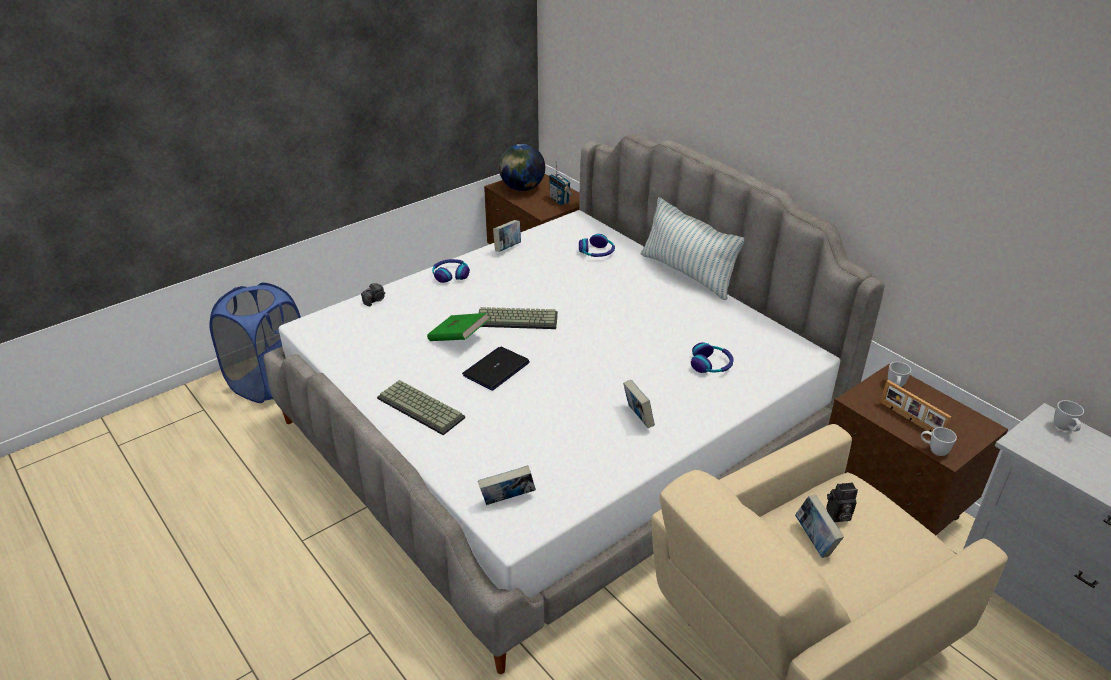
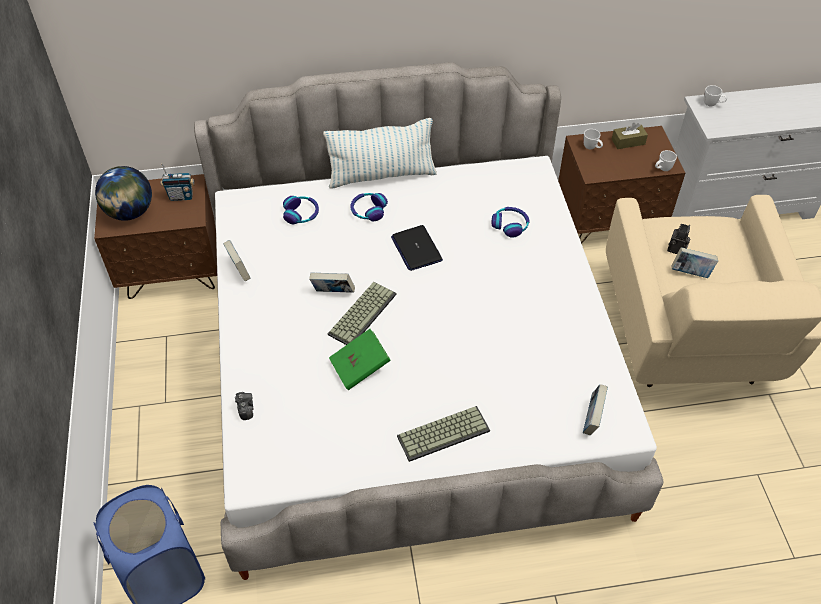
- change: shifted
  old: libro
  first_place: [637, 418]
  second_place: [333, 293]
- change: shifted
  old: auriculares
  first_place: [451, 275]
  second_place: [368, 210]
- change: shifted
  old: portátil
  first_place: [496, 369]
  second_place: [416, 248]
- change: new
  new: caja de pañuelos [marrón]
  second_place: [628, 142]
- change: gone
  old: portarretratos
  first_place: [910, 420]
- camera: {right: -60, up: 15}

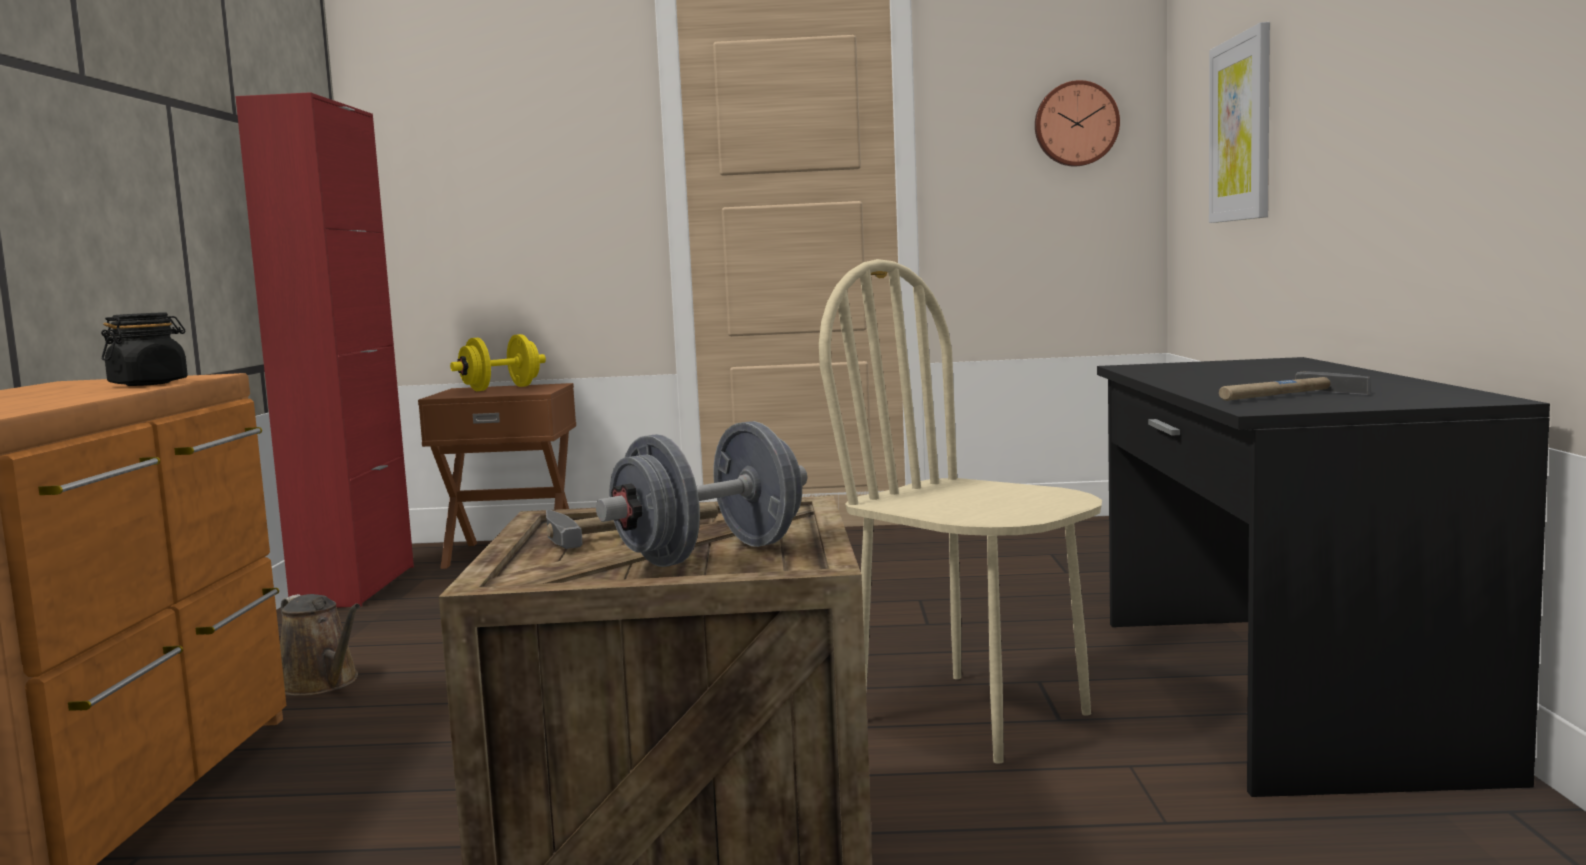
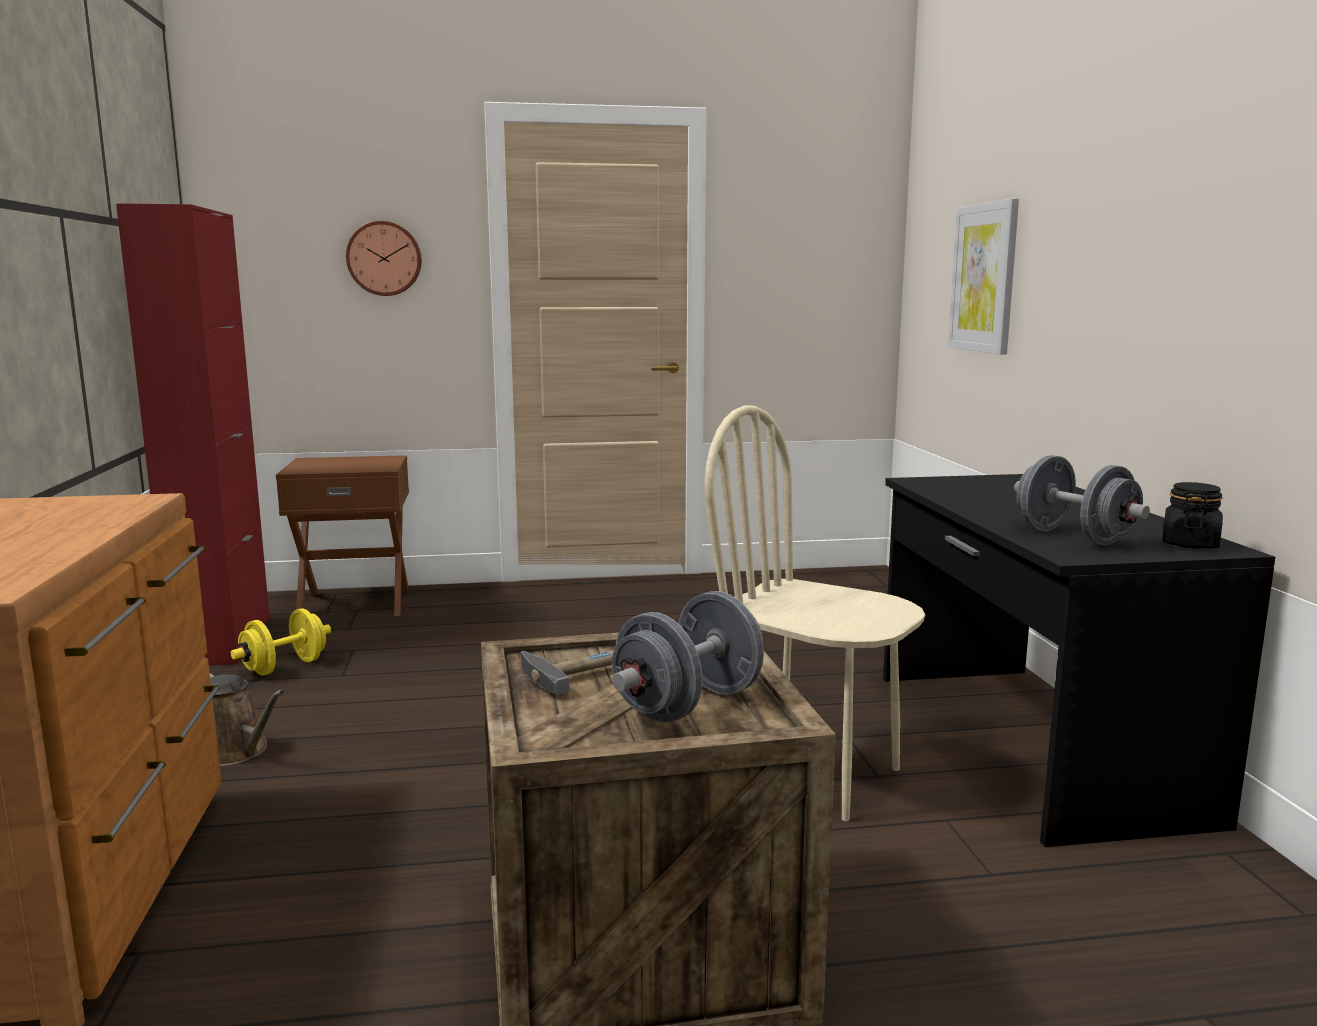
- change: shifted
  old: mancuerna [amarillo]
  first_place: [501, 388]
  second_place: [284, 667]
- change: shifted
  old: reloj de pared
  first_place: [1075, 124]
  second_place: [384, 258]
- change: swapped
  old: martillo
  new: mancuerna [gris]
  first_place: [1286, 396]
  second_place: [1074, 536]
- change: shifted
  old: tarro [negro]
  first_place: [149, 384]
  second_place: [1189, 544]
- camera: {right: -10, up: 5}

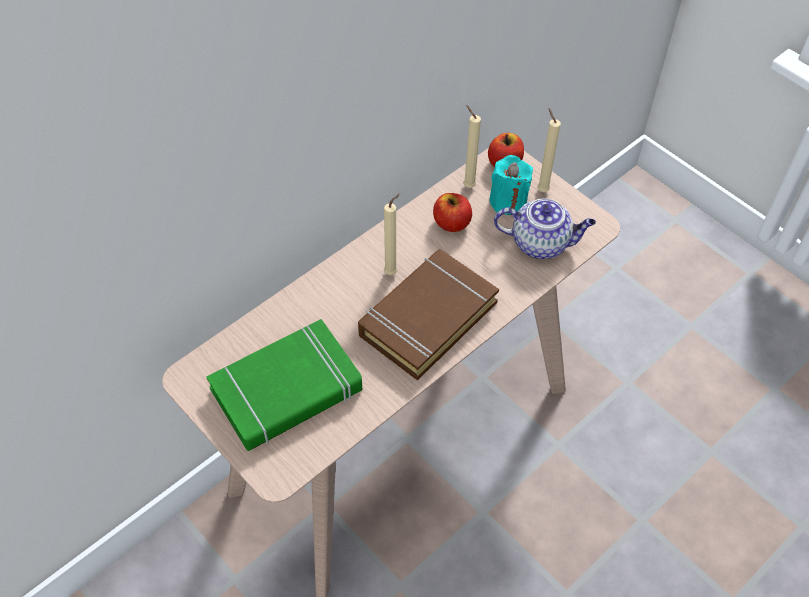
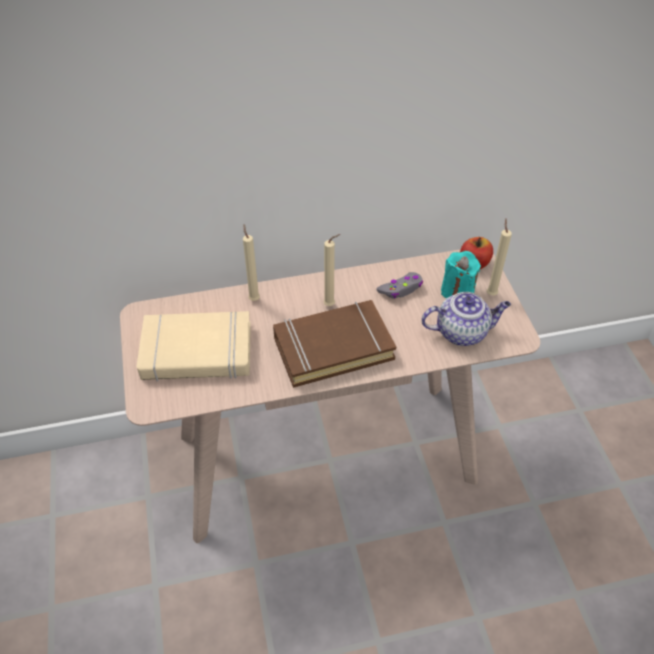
- change: repainted
  old: libro [verde]
  new: libro [beis]
  first_place: [287, 390]
  second_place: [197, 352]
- change: shifted
  old: vela [beis]
  first_place: [467, 185]
  second_place: [254, 298]
- change: swapped
  old: manzana
  new: mando de consola [gris]
  first_place: [452, 223]
  second_place: [401, 289]
- change: rotated
  old: tetera
  first_place: [541, 243]
  second_place: [462, 332]
  degrees: -45
- camera: {right: 30, up: -5}

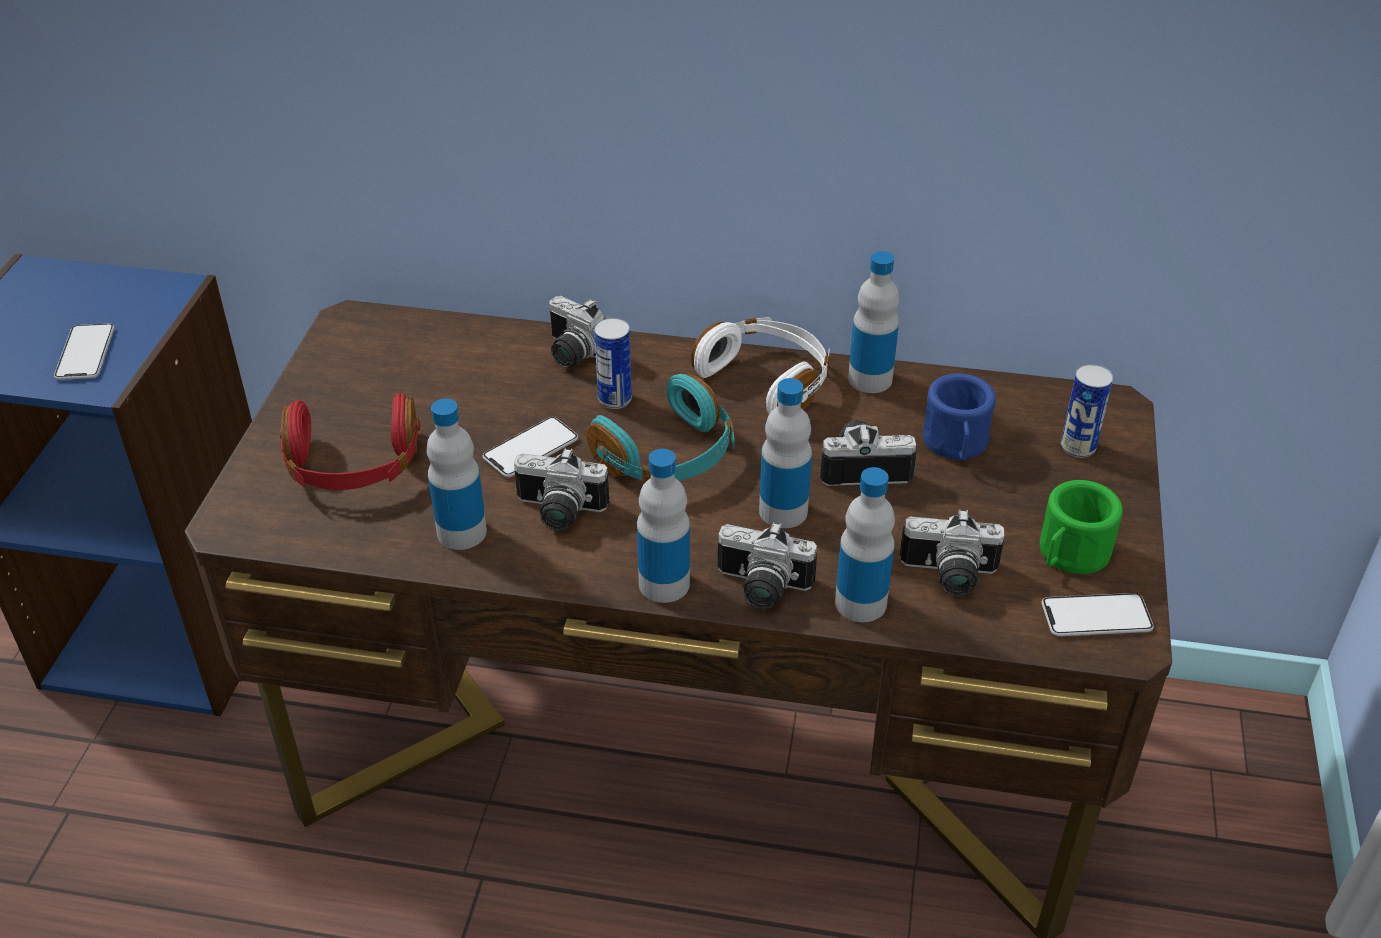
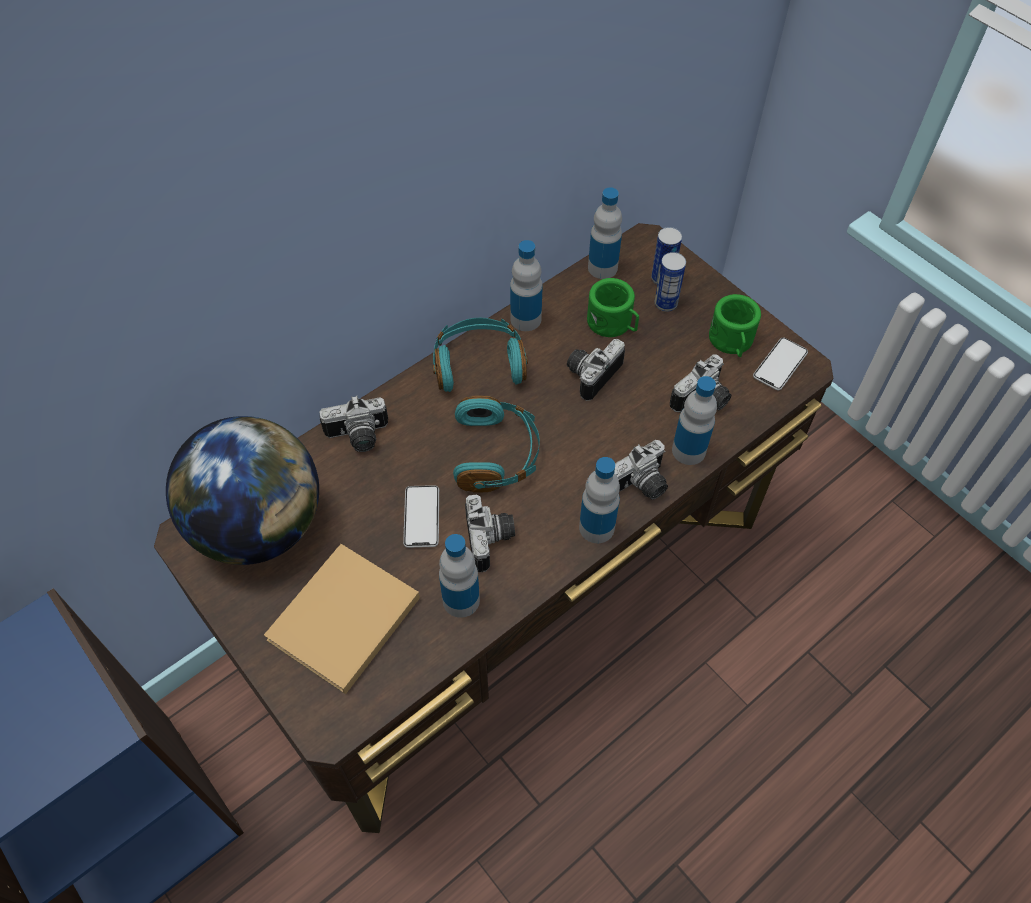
- change: new
  new: globo terráqueo
  second_place: [260, 526]
- change: swapped
  old: auriculares [rojo]
  new: libro [beis]
  first_place: [353, 466]
  second_place: [341, 622]
- change: repainted
  old: auriculares [blanco]
  new: auriculares [turquesa]
  first_place: [767, 380]
  second_place: [479, 363]
- change: rotated
  old: cámara
  first_place: [558, 513]
  second_place: [491, 540]
  degrees: -60
- change: repainted
  old: taza grande [azul]
  new: taza grande [verde]
  first_place: [956, 445]
  second_place: [613, 324]
- change: shifted
  old: botella
  first_place: [783, 511]
  second_place: [602, 267]
- change: shifted
  old: lata
  first_place: [615, 399]
  second_place: [665, 303]
- change: gone
  old: móvil
  first_place: [85, 353]
- camera: {right: -50, up: 15}

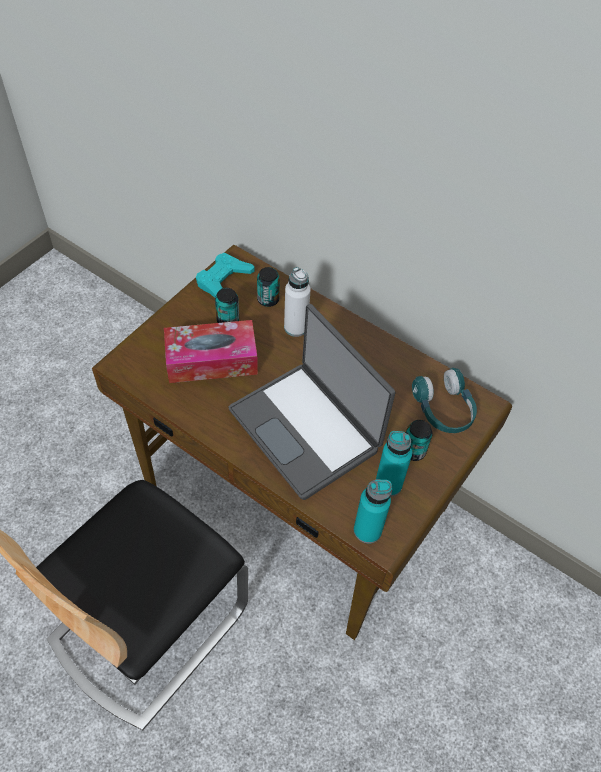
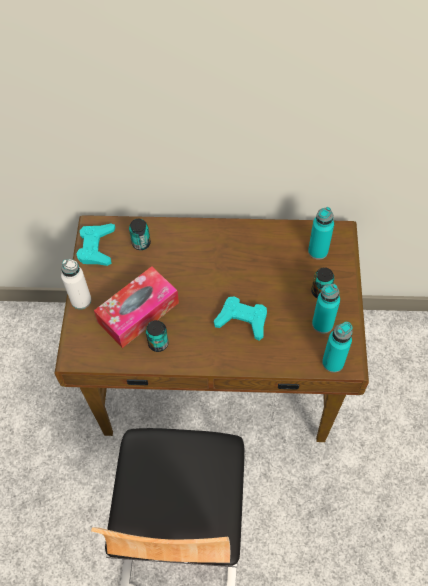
- change: shifted
  old: botella [blanco]
  first_place: [295, 327]
  second_place: [81, 300]
- change: shifted
  old: lata
  first_place: [228, 320]
  second_place: [158, 343]
- change: swapped
  old: portátil
  new: mando de consola [turquesa]
  first_place: [306, 428]
  second_place: [242, 320]
- change: swapped
  old: auriculares [turquesa]
  new: botella [turquesa]
  first_place: [443, 409]
  second_place: [318, 251]
- camera: {right: -30, up: 5}

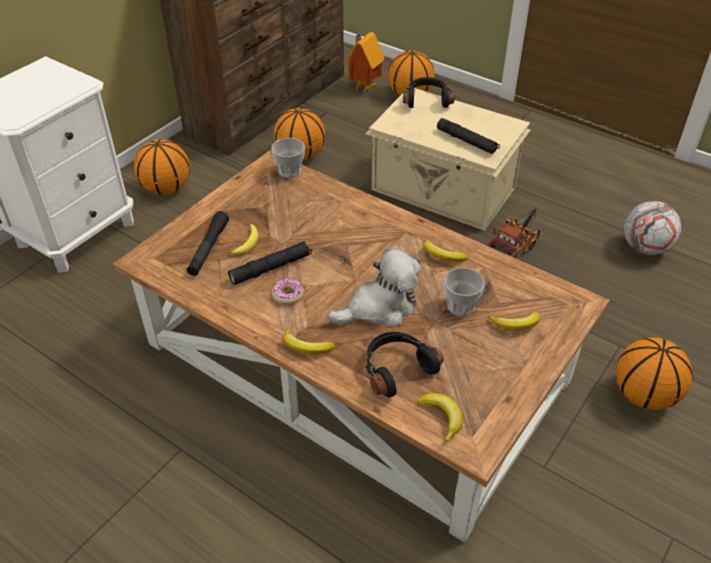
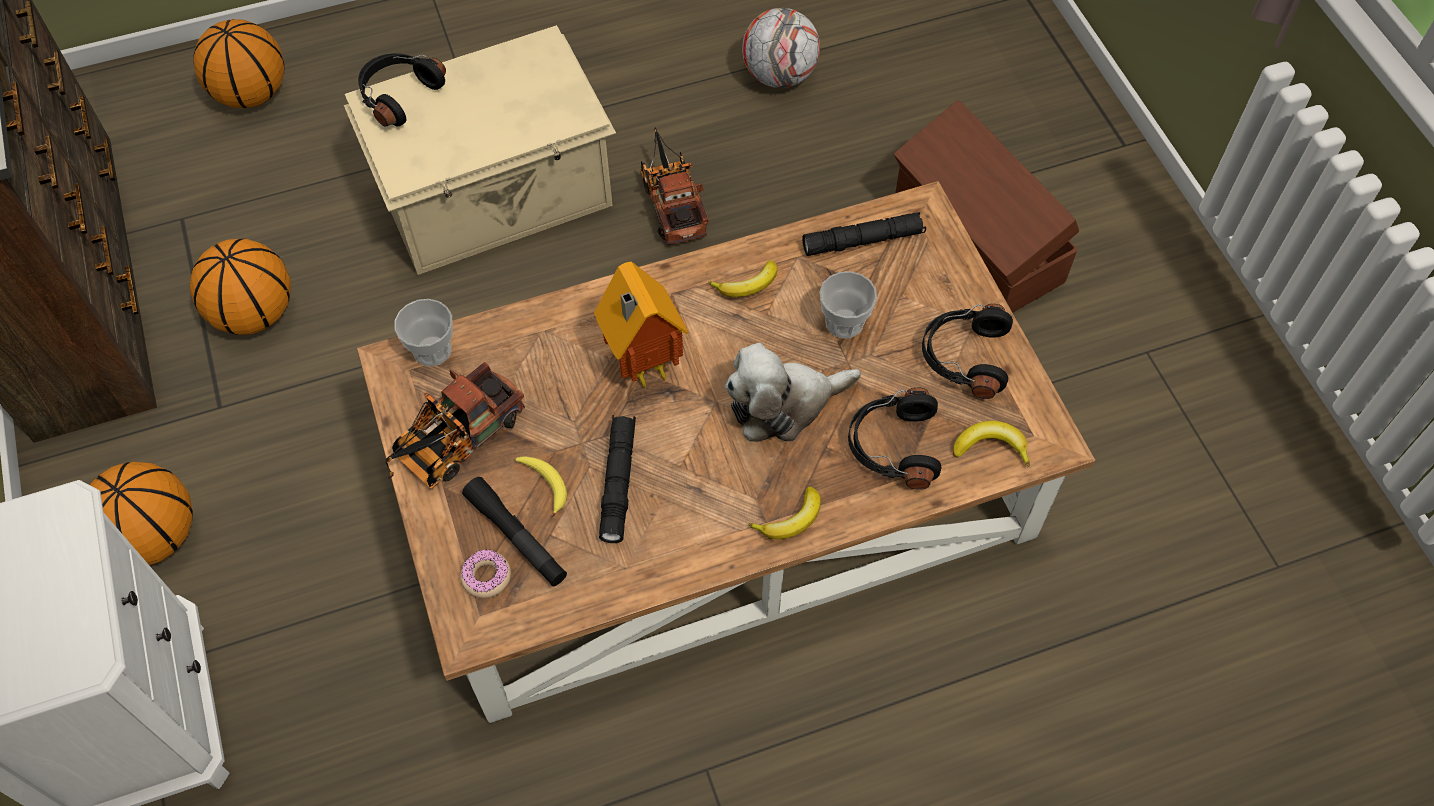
- change: new
  new: camión de juguete
  second_place: [455, 443]
- change: shifted
  old: rosquilla
  first_place: [288, 295]
  second_place: [486, 577]
- change: shifted
  old: casita
  first_place: [363, 87]
  second_place: [641, 367]
- change: rotated
  old: peluche
  first_place: [379, 308]
  second_place: [784, 405]
  degrees: -120
- change: shifted
  old: linterna [negro]
  first_place: [467, 141]
  second_place: [863, 240]
- change: swapped
  old: balón de baloncesto
  new: caja de almacenaje [marrón]
  first_place: [644, 396]
  second_place: [976, 243]
- change: new
  new: auriculares [negro]
  second_place: [963, 357]
- change: gone
  old: plátano
  first_place: [516, 325]
- camera: {right: -55, up: 15}

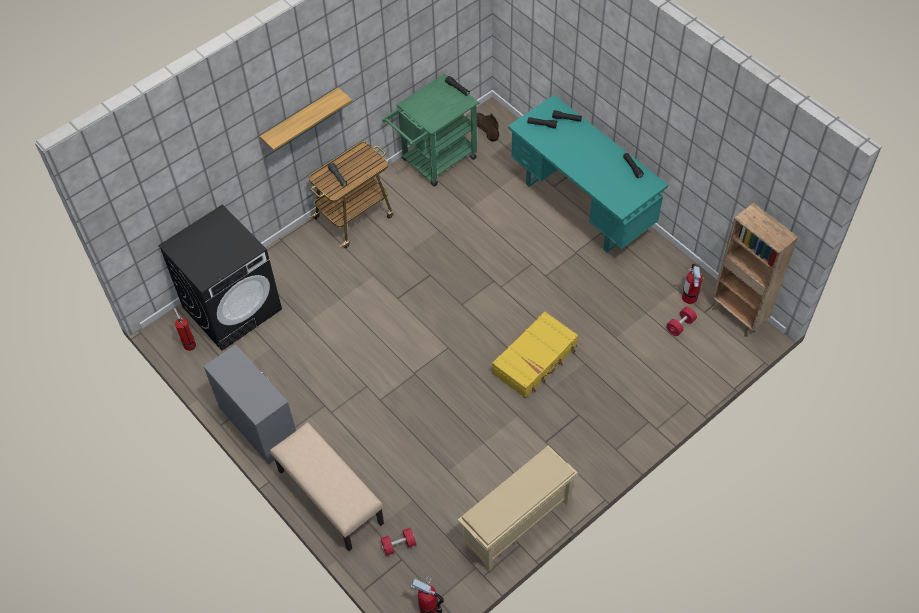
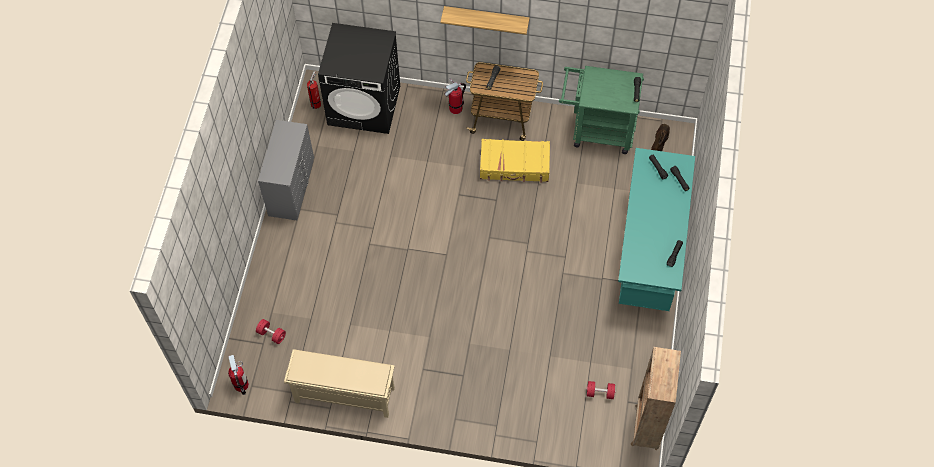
- change: shifted
  old: extintor
  first_place: [689, 297]
  second_place: [455, 108]
- change: shifted
  old: maleta [amarillo]
  first_place: [535, 360]
  second_place: [515, 165]
- change: gone
  old: banco [beis]
  first_place: [329, 497]
- camera: {right: 50, up: 5}

